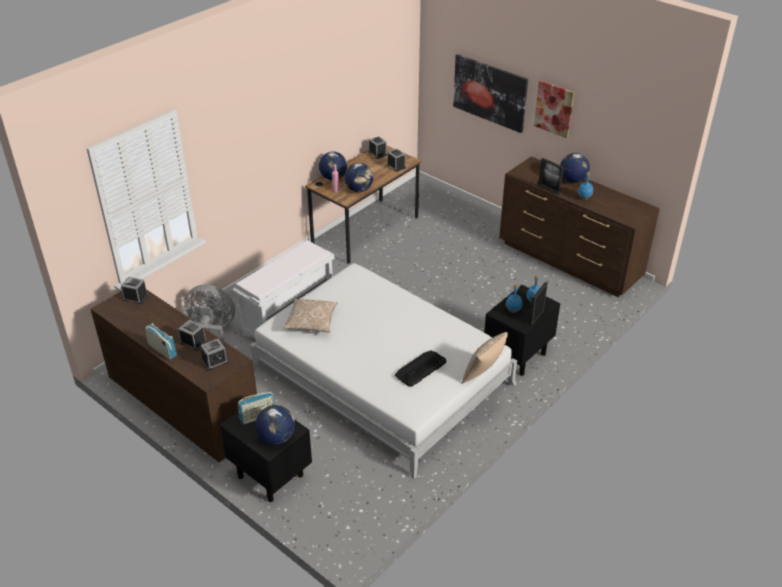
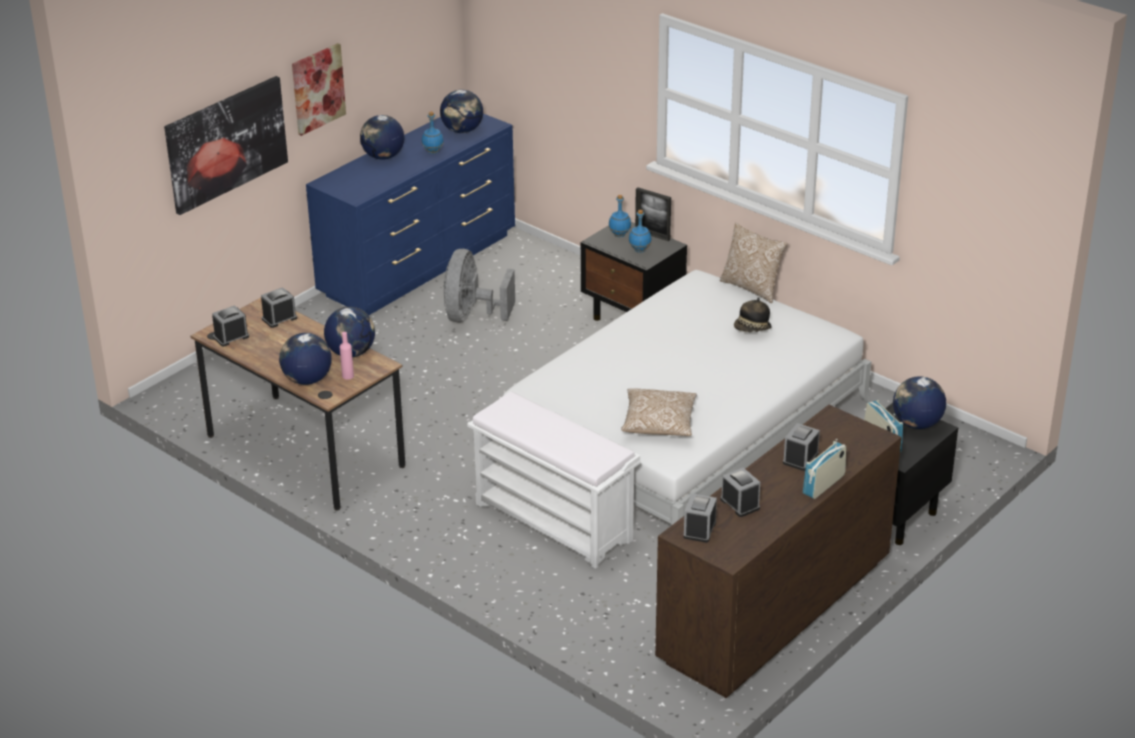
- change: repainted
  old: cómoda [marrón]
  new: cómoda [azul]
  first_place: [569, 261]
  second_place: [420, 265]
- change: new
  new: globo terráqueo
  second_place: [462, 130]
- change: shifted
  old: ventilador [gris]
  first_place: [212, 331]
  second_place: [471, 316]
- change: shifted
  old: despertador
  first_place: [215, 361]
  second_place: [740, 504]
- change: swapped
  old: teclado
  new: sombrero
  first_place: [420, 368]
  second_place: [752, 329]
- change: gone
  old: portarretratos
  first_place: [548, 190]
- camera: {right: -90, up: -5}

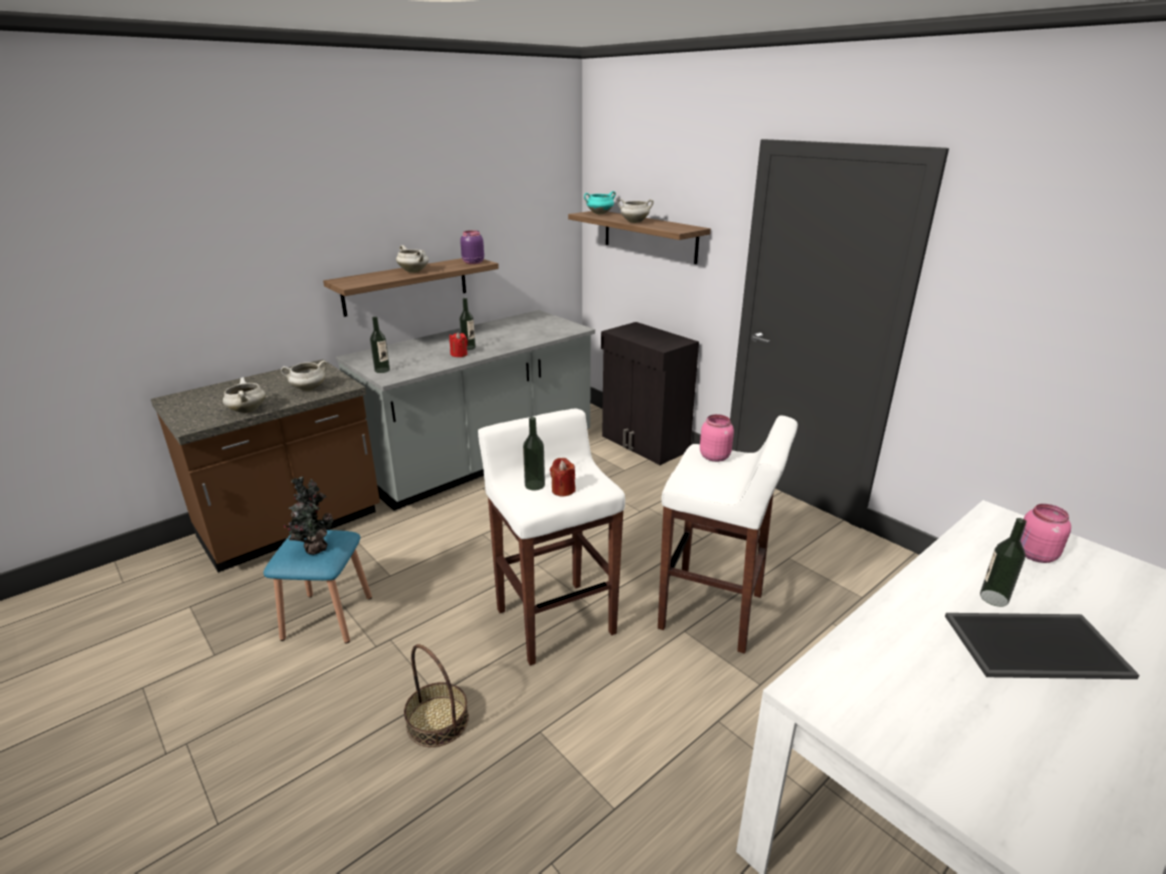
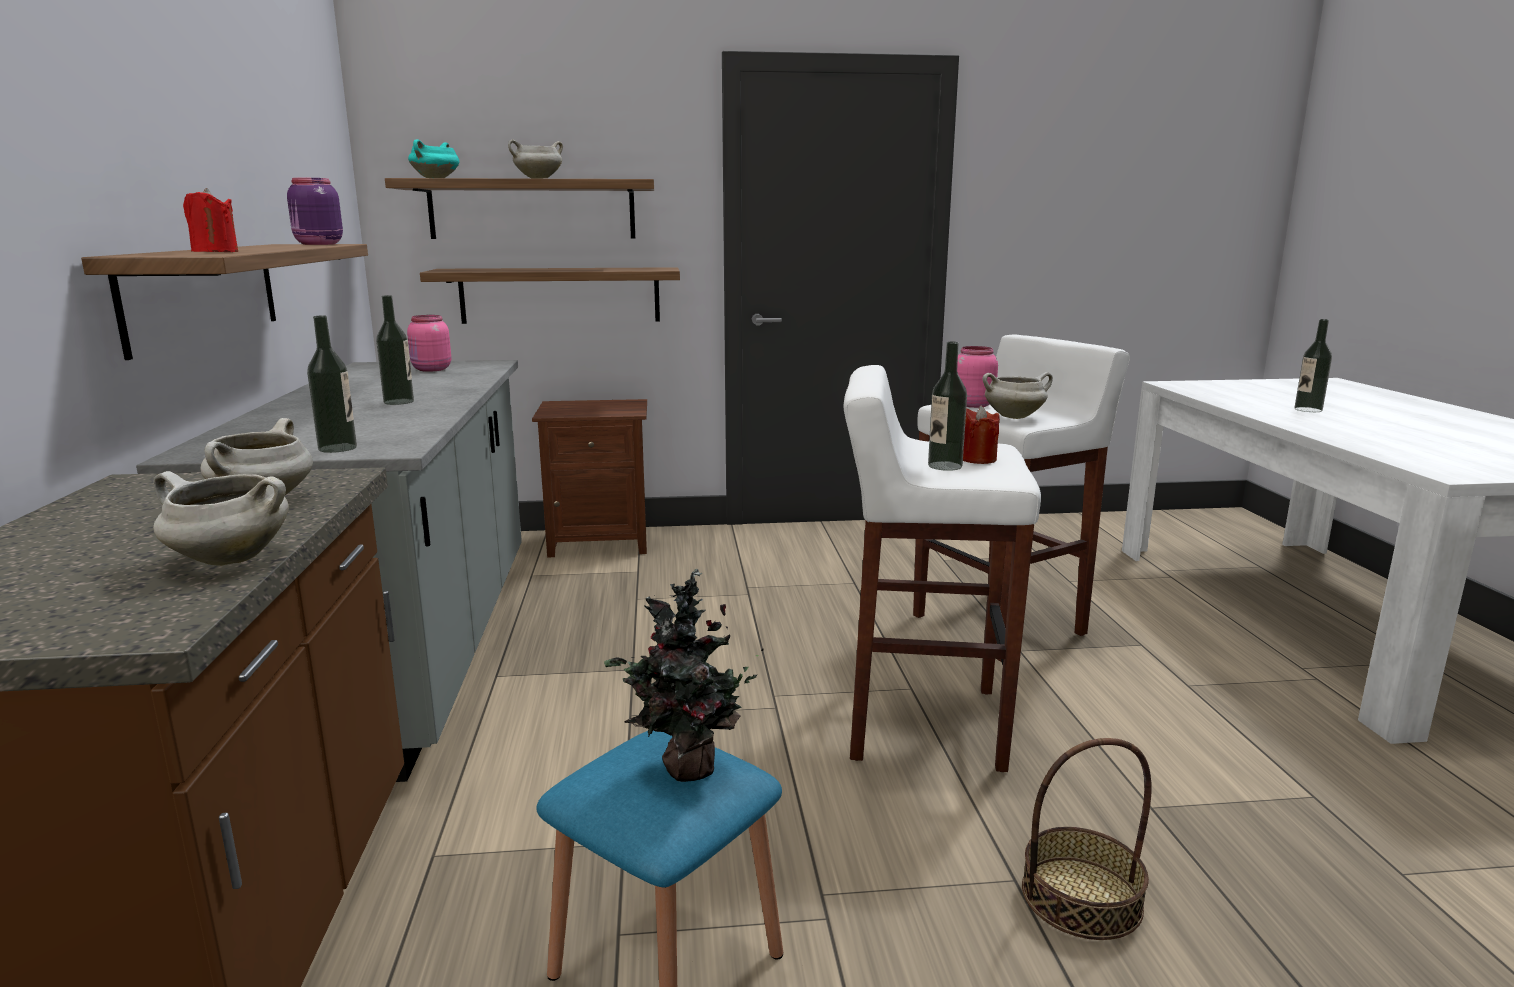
- change: shifted
  old: vela [rojo]
  first_place: [459, 354]
  second_place: [215, 252]
- change: shifted
  old: tarro [rosa]
  first_place: [1034, 555]
  second_place: [431, 369]
- change: new
  new: estante
  second_place: [560, 295]
- change: swapped
  old: armario [negro]
  new: mesita de noche [marrón]
  first_place: [644, 444]
  second_place: [599, 542]
- change: shifted
  old: olla [blanco]
  first_place: [414, 271]
  second_place: [1014, 417]
- change: gone
  old: bandeja
  first_place: [1035, 644]
- camera: {right: -55, up: -10}

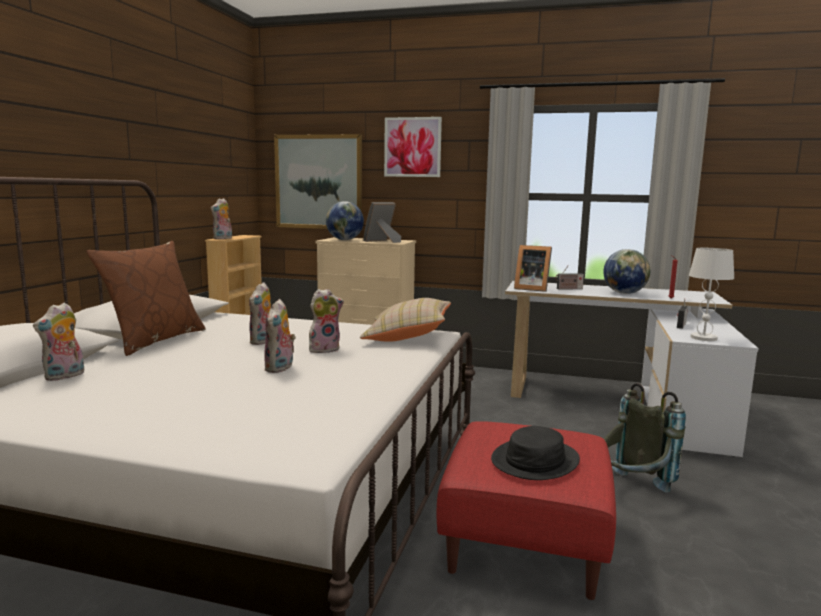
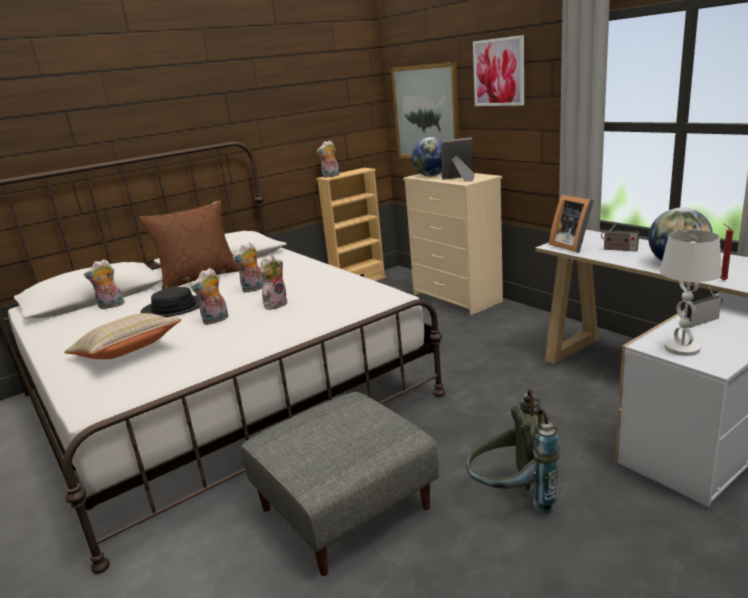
- change: shifted
  old: cojín [beis]
  first_place: [407, 337]
  second_place: [127, 353]
- change: shifted
  old: sombrero [negro]
  first_place: [535, 461]
  second_place: [174, 308]
- change: repainted
  old: puf [rojo]
  new: puf [gris]
  first_place: [524, 541]
  second_place: [345, 507]
- change: rotated
  old: peluche
  first_place: [324, 349]
  second_place: [275, 304]
  degrees: -60
- camera: {right: 40, up: 10}

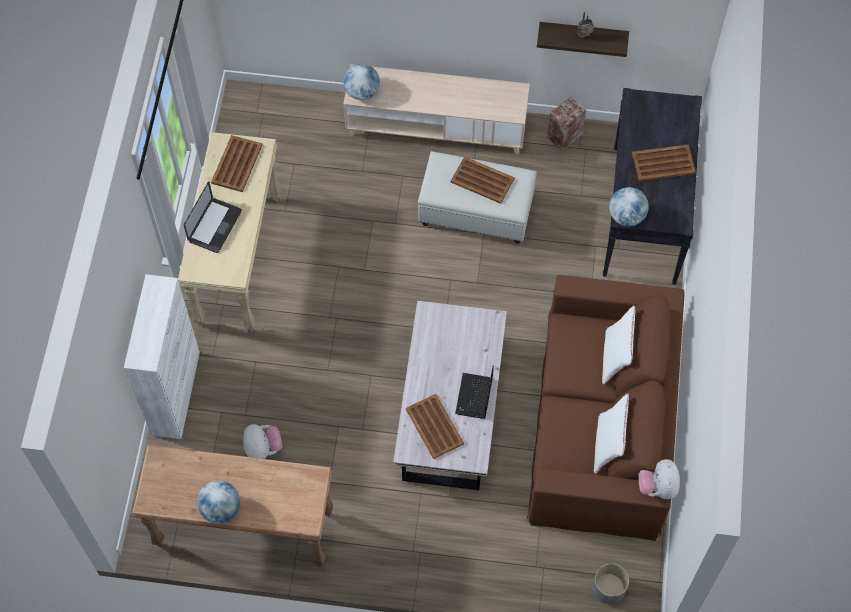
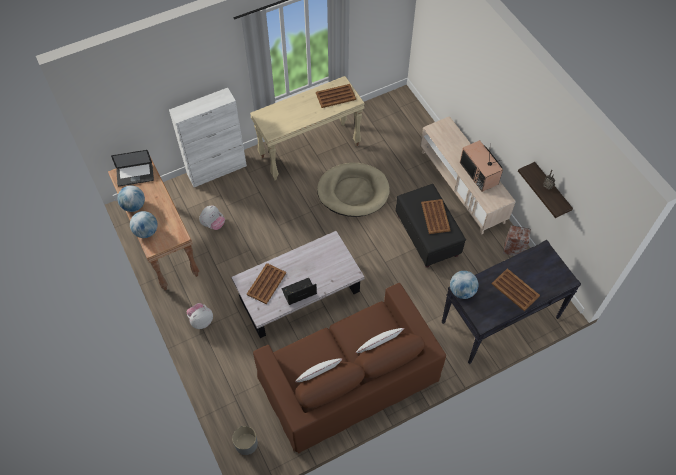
- change: shifted
  old: portátil
  first_place: [215, 226]
  second_place: [135, 175]
- change: shifted
  old: globo terráqueo
  first_place: [362, 92]
  second_place: [146, 231]
- change: shifted
  old: peluche
  first_place: [657, 486]
  second_place: [201, 320]
- change: new
  new: cama para perro [beis]
  second_place: [353, 191]
- change: repainted
  old: puf [blanco]
  new: puf [negro]
  first_place: [476, 212]
  second_place: [427, 236]
- change: new
  new: televisor
  second_place: [480, 173]
- camera: {right: 55, up: -5}

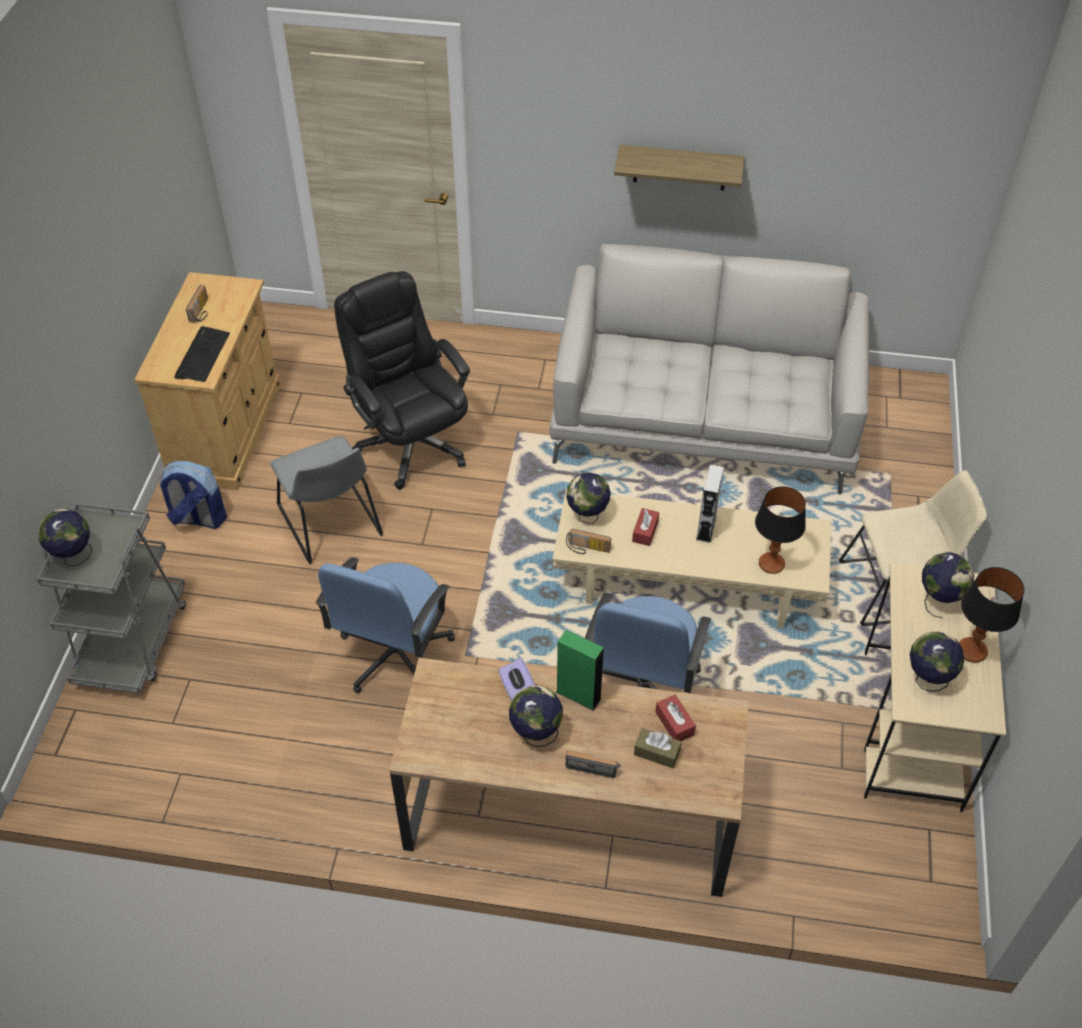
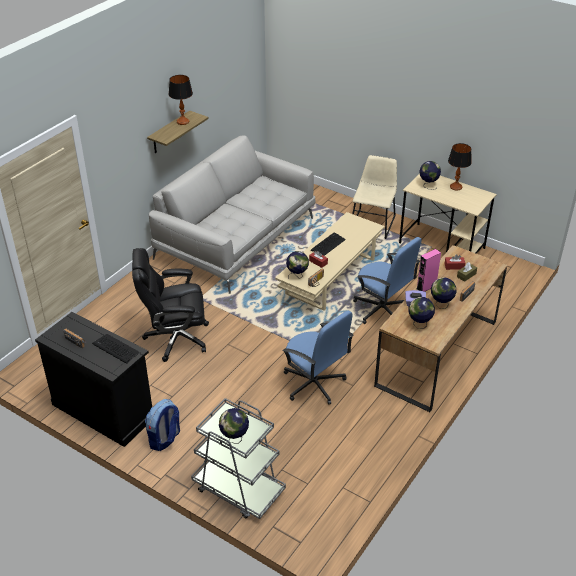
- change: repainted
  old: armario [beis]
  new: armario [negro]
  first_place: [226, 431]
  second_place: [104, 410]
- change: shifted
  old: lámpara de mesa
  first_place: [771, 563]
  second_place: [182, 122]
- change: swapped
  old: altavoz [gris]
  new: teclado
  first_place: [706, 528]
  second_place: [328, 245]
- change: shifted
  old: globo terráqueo
  first_place: [927, 680]
  second_place: [419, 325]
- change: repainted
  old: altavoz [verde]
  new: altavoz [rosa]
  first_place: [578, 695]
  second_place: [426, 287]
- change: gone
  old: silla [gris]
  first_place: [331, 524]
- camera: {right: -65, up: -10}

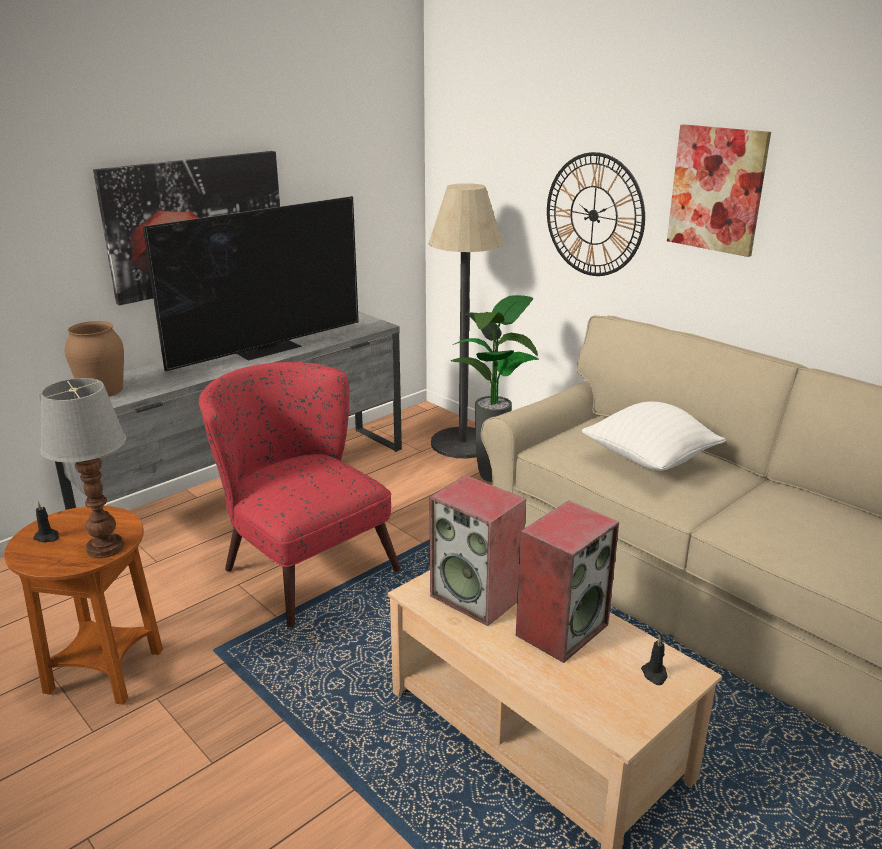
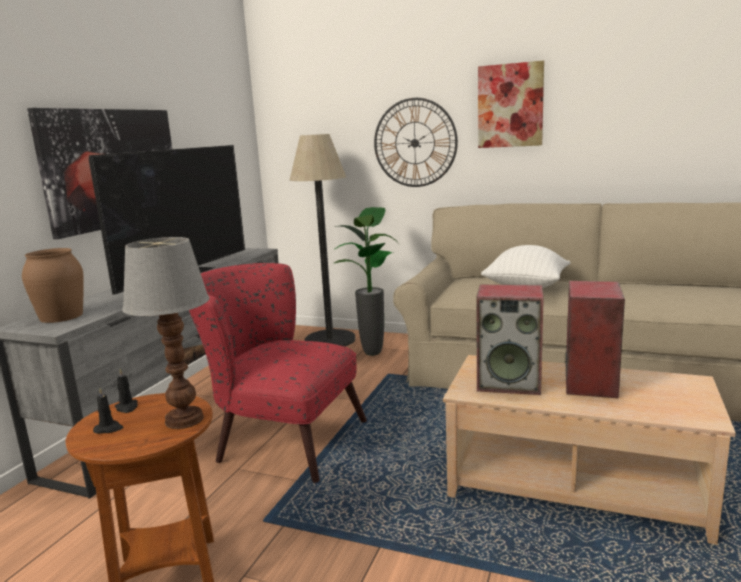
- change: shifted
  old: vela [negro]
  first_place: [654, 675]
  second_place: [127, 407]
- camera: {right: -25, up: -10}

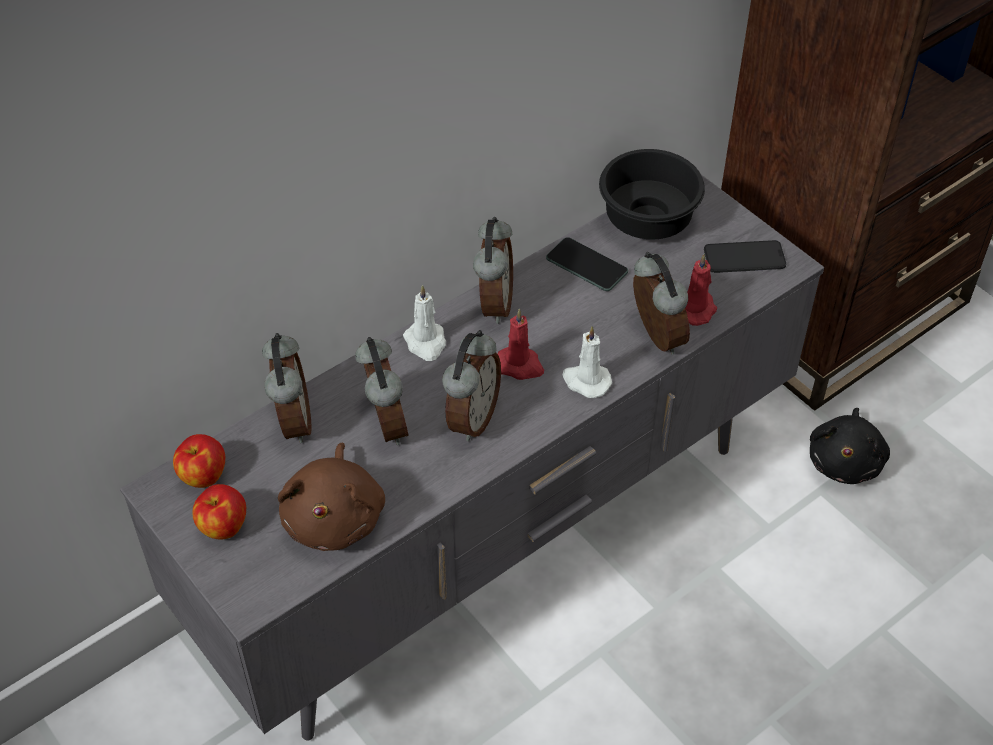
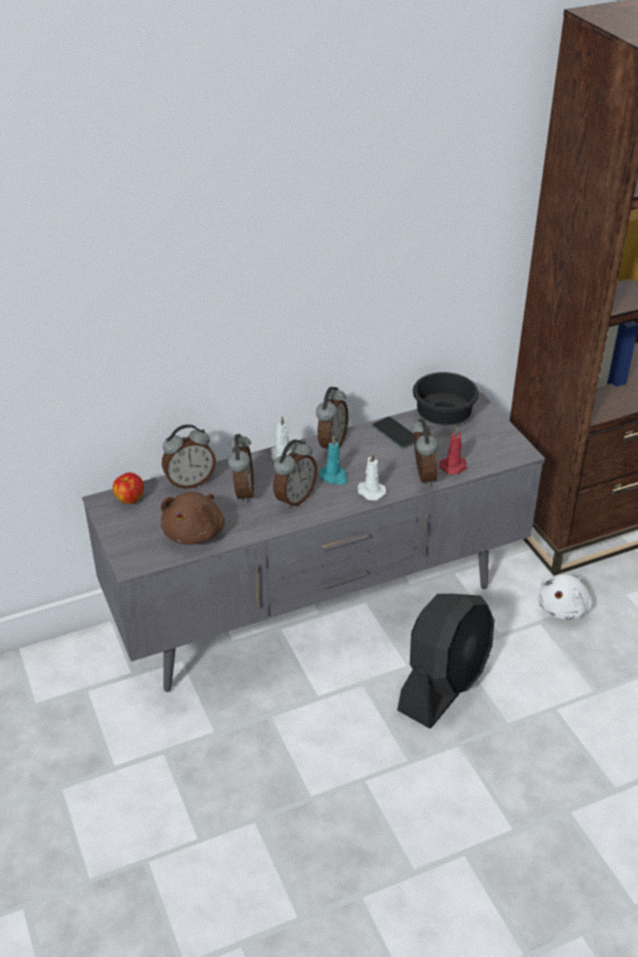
- change: rotated
  old: despertador
  first_place: [292, 422]
  second_place: [190, 482]
  degrees: 60
- change: repainted
  old: vela [rojo]
  new: vela [turquesa]
  first_place: [520, 365]
  second_place: [334, 477]
- change: new
  new: ventilador [negro]
  second_place: [444, 684]
- change: repainted
  old: peluche [negro]
  new: peluche [blanco]
  first_place: [845, 461]
  second_place: [564, 608]
- change: gone
  old: manzana
  first_place: [223, 526]
- change: gone
  old: móvil
  first_place: [744, 257]
- camera: {right: 15, up: -10}

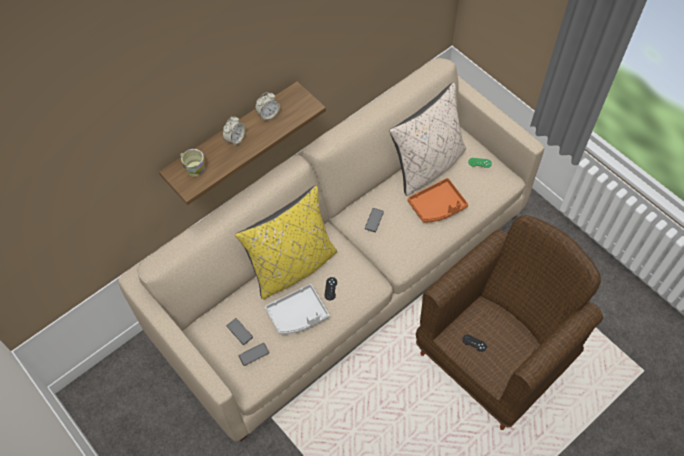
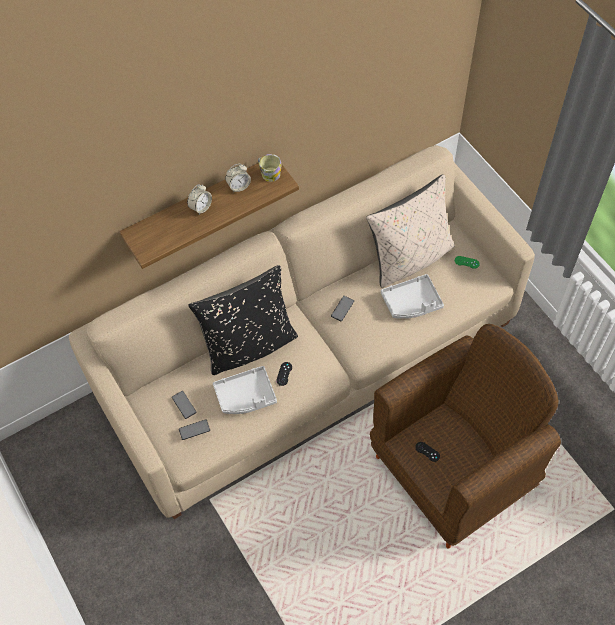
- change: repainted
  old: cojín [amarillo]
  new: cojín [negro]
  first_place: [293, 266]
  second_place: [249, 345]
- change: shifted
  old: taza grande
  first_place: [193, 167]
  second_place: [268, 173]
- change: repainted
  old: bandeja [naranja]
  new: bandeja [gris]
  first_place: [437, 206]
  second_place: [411, 303]
- camera: {right: 10, up: 0}

